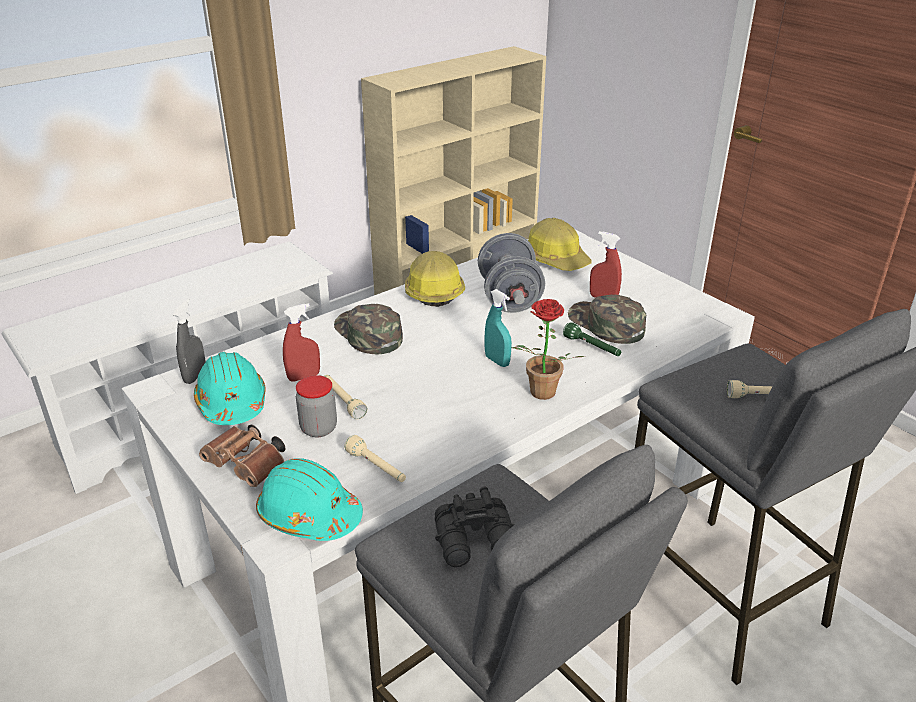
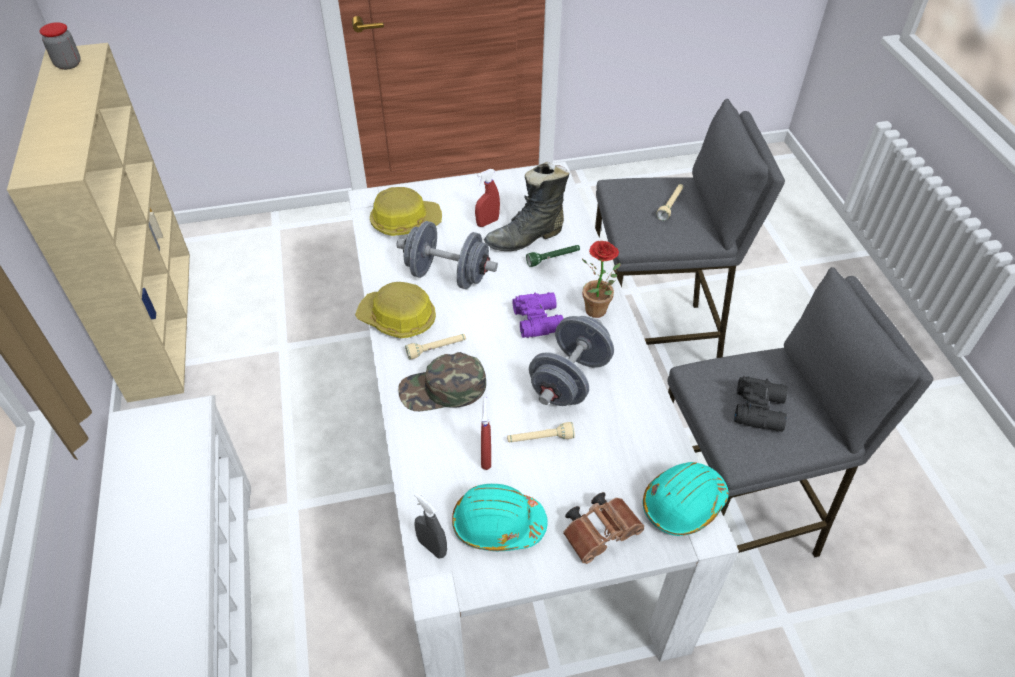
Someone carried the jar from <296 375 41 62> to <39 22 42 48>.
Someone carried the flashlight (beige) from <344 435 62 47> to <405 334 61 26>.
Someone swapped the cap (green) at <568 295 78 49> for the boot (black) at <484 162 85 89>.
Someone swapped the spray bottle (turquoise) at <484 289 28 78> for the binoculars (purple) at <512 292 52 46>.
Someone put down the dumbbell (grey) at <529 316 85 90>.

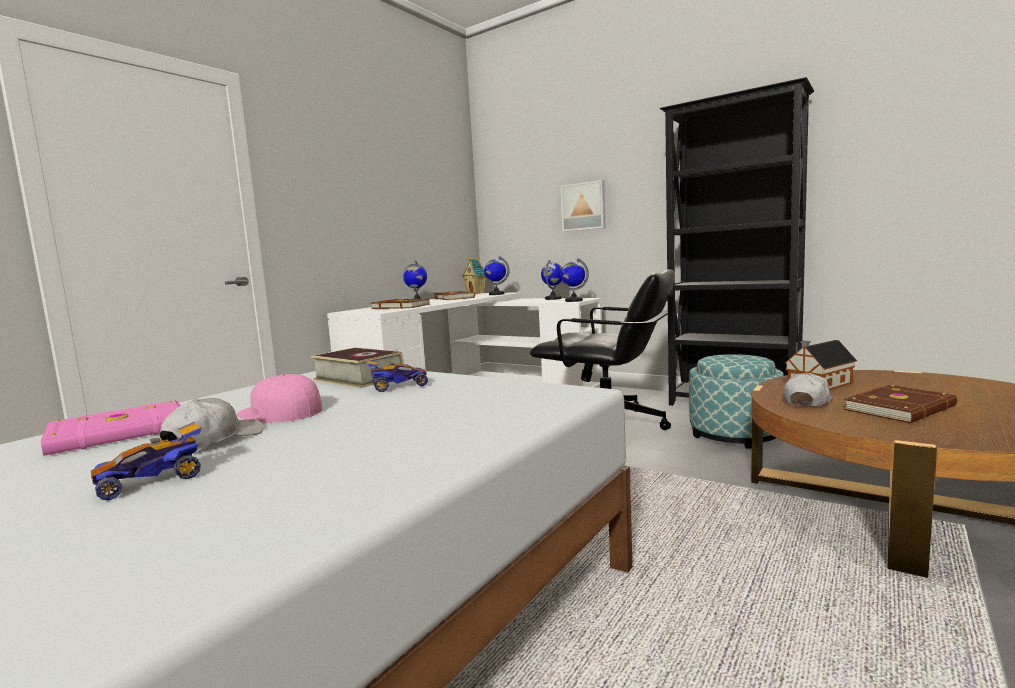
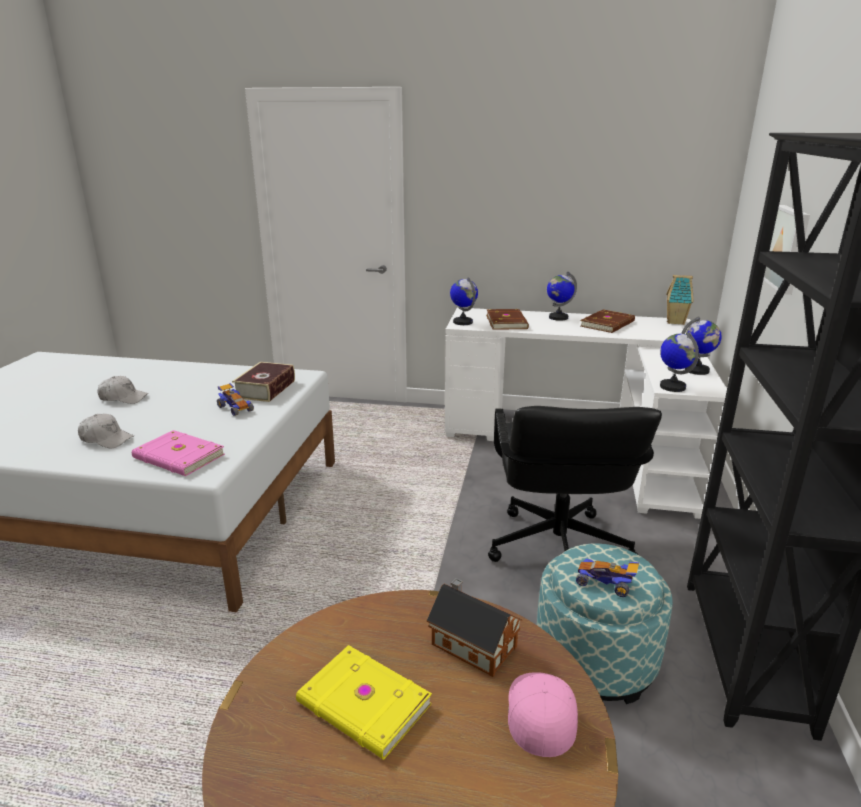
Someone carried the cap (white) from <783 373 50 33> to <78 414 56 35>.
Someone carried the book (pink) from <41 401 140 55> to <132 430 93 46>.
Someone repainted the book (brown) at <843 385 114 38>, which became the book (yellow) at <296 645 136 115>.
Someone carried the globe from <484 256 25 39> to <450 277 28 48>.
Someone carried the cap (pink) from <237 374 85 49> to <508 672 70 85>.
Someone carried the toy car from <91 422 110 78> to <576 559 63 38>.

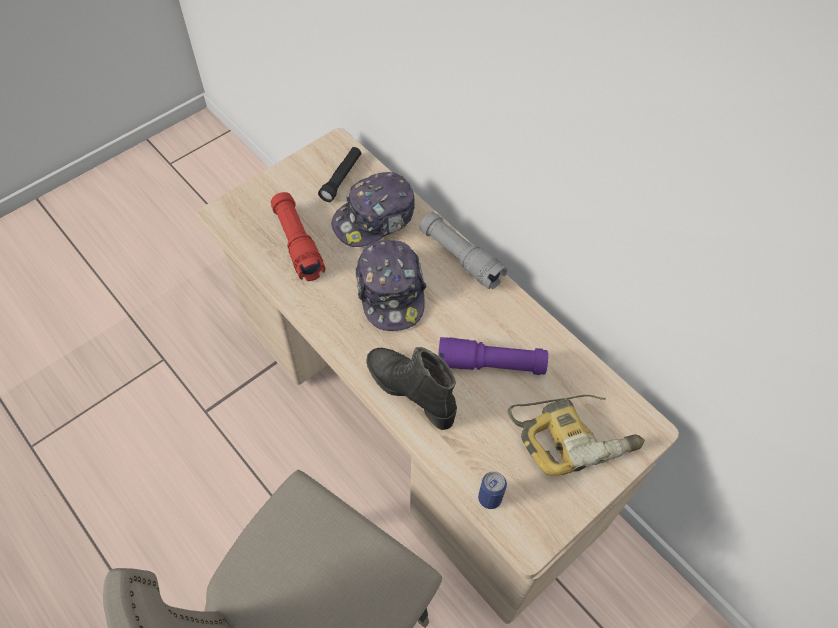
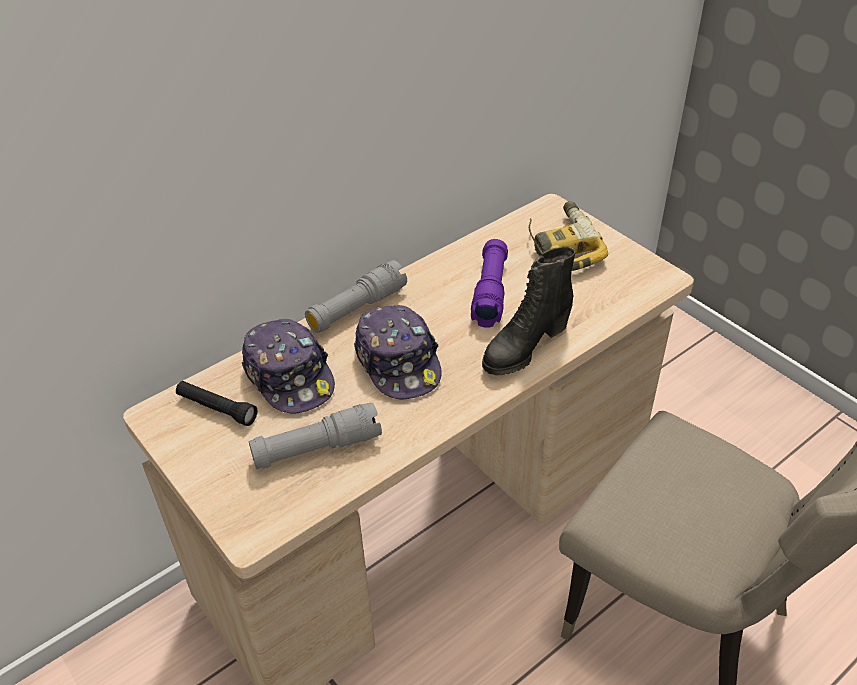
Someone repainted the flashlight (red) at <271 192 54 89>, which became the flashlight (grey) at <249 403 133 66>.
Someone rotated the cap at <356 240 71 91> by 75 degrees clockwise.
Someone took away the can at <478 472 29 37>.

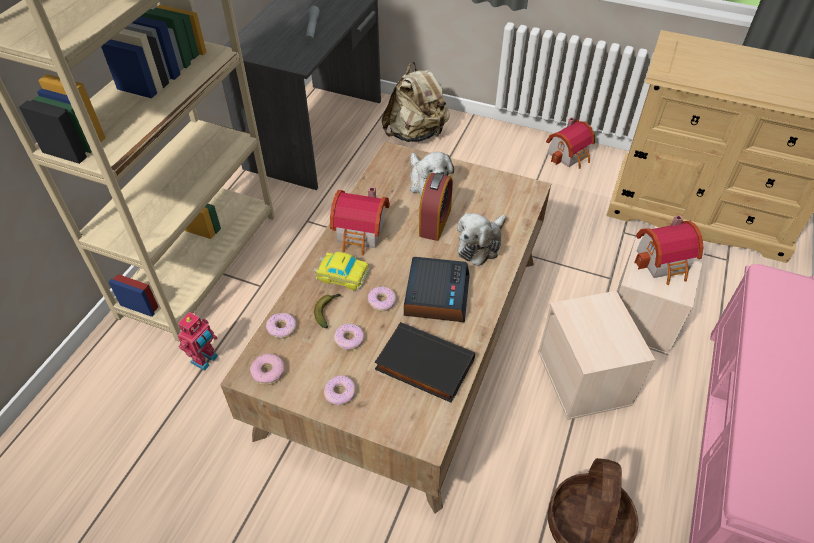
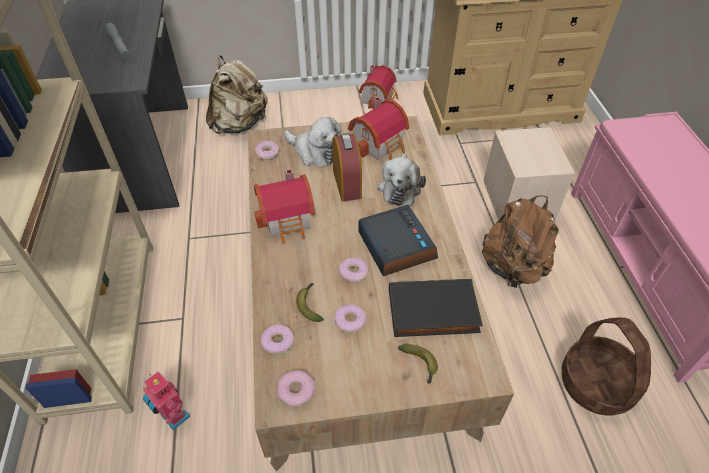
Someone rotated the toy robot at <178 312 40 59> by 135 degrees clockwise.
Someone carried the donut from <324 375 32 30> to <255 141 24 19>.
Someone carried the toy house from <634 215 70 70> to <348 96 61 64>.
Someone put down the banana at <398 344 40 40>.
Someone swapped the storage box (beige) at <538 291 117 129> for the backpack (brown) at <482 195 77 93>.
Someone took away the toy car at <314 252 55 38>.

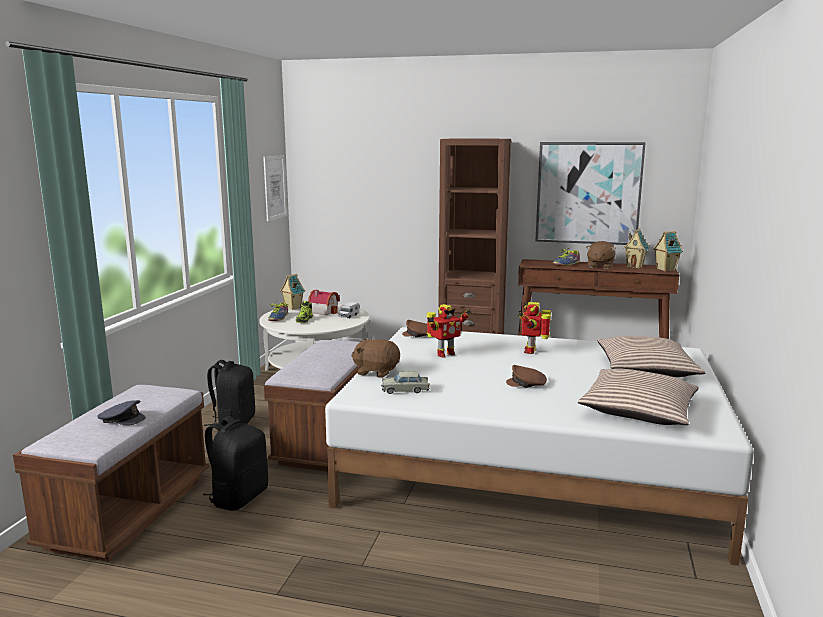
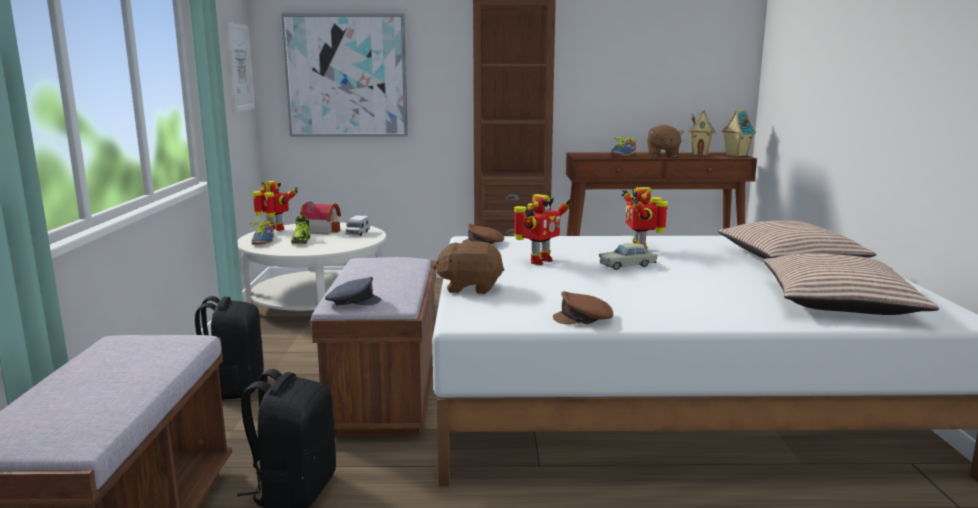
Someone swapped the toy house at <280 274 25 36> for the toy robot at <252 181 46 50>.
Someone carried the picture from <535 142 111 103> to <281 13 127 124>.
Someone carried the cap (grey) from <97 400 49 25> to <325 277 56 29>.
Someone carried the cap (brown) from <506 365 41 23> to <553 291 60 33>.
Someone carried the toy car (beige) from <382 371 48 23> to <599 243 58 27>.

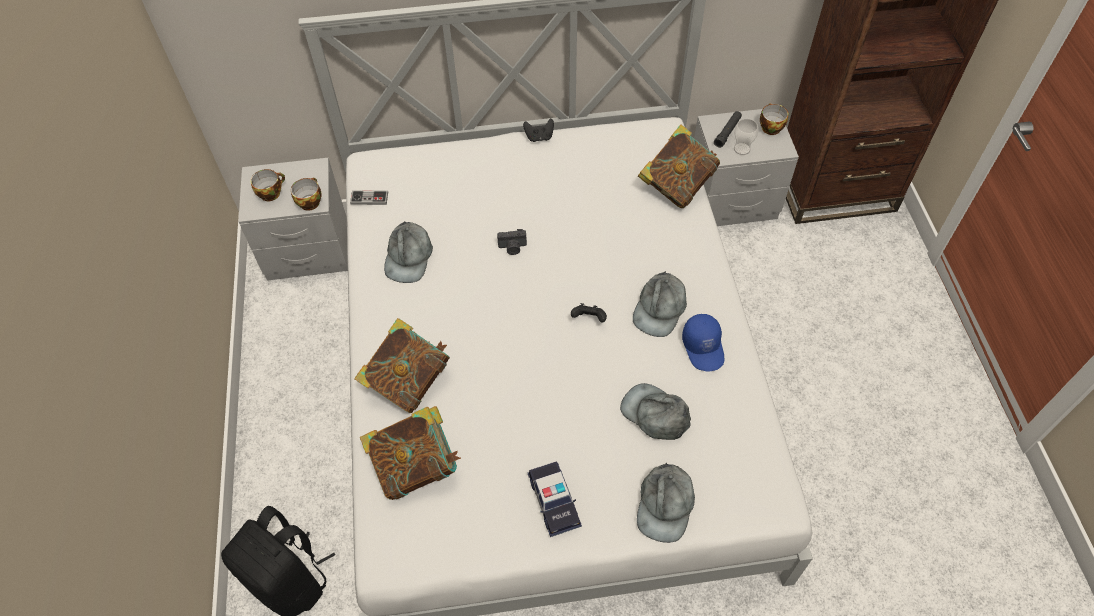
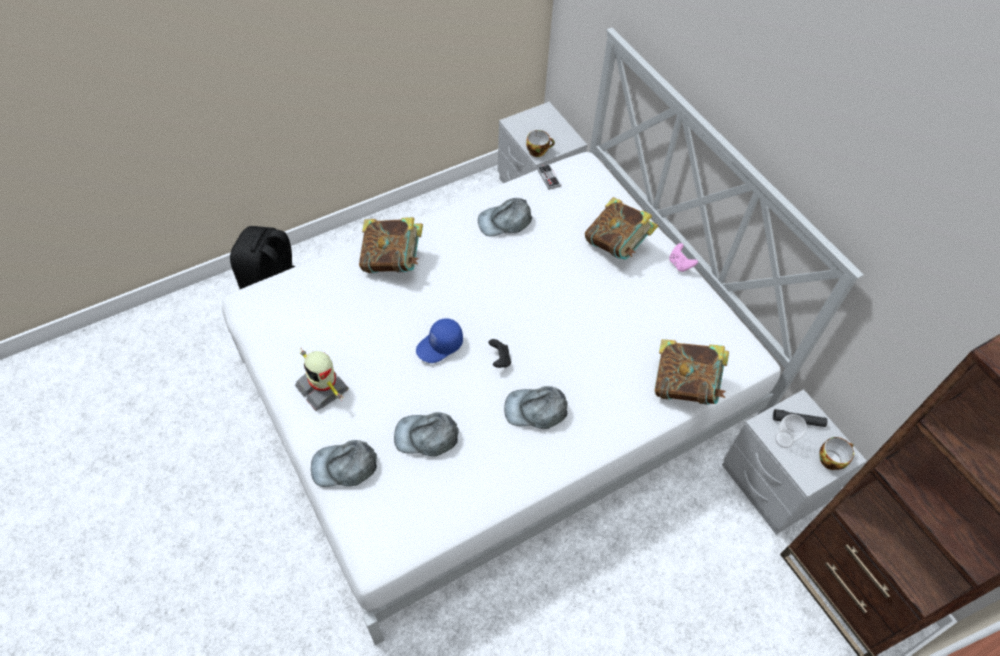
Someone swapped the toy car at <528 461 54 76> for the toy robot at <295 350 54 61>.
Someone rotated the cap (grey) at <620 383 71 57> by 105 degrees counterclockwise.
Someone carried the cap (blue) from <682 314 42 57> to <416 318 47 45>.
Someone carried the book from <360 406 101 94> to <585 197 73 63>.
Someone repainted the game controller (black) at <523 118 31 24>, which became the game controller (pink) at <669 243 29 29>.
Someone took away the cup at <250 169 35 32>.
Someone took away the photo camera at <497 229 30 26>.

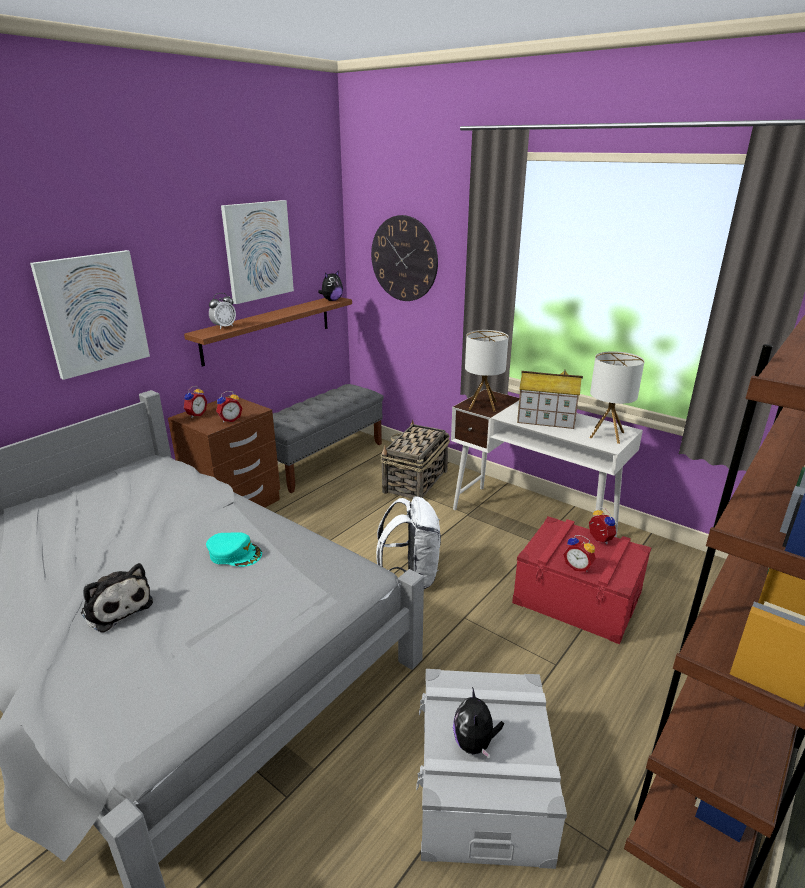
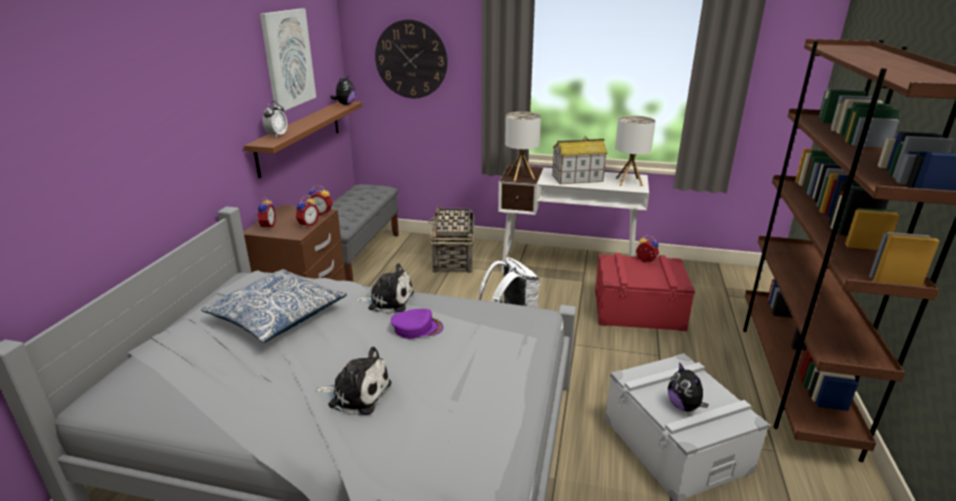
Someone put down the pillow at <201 269 146 74>.
Someone carried the alarm clock from <563 535 33 37> to <308 185 25 30>.
Someone put down the plush toy at <357 263 57 51>.
Someone repainted the cap (turquoise) at <206 532 56 35>, which became the cap (purple) at <391 309 53 30>.
Someone took away the picture at <30 250 120 130>.

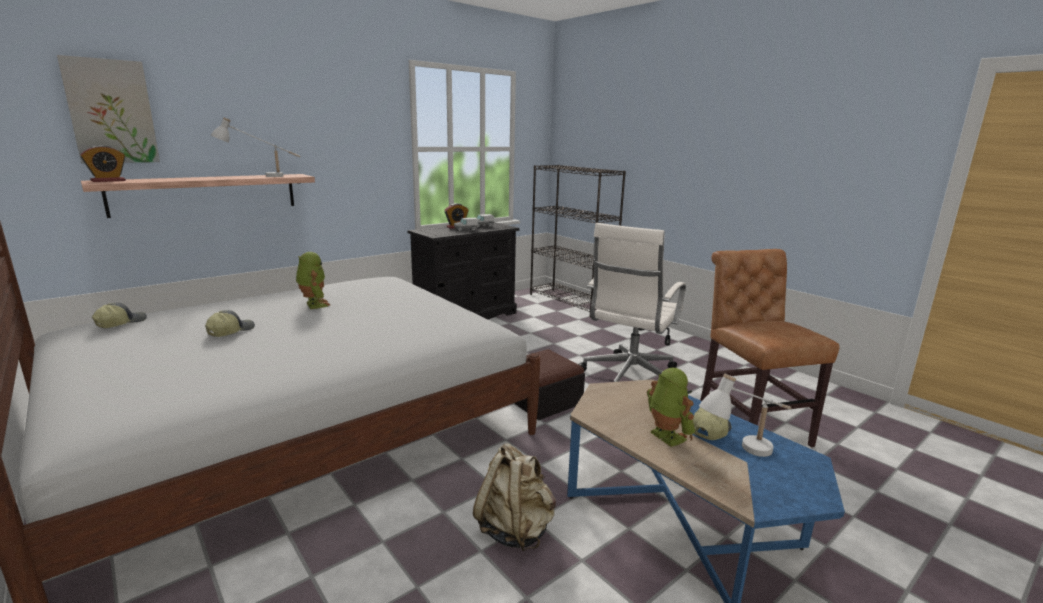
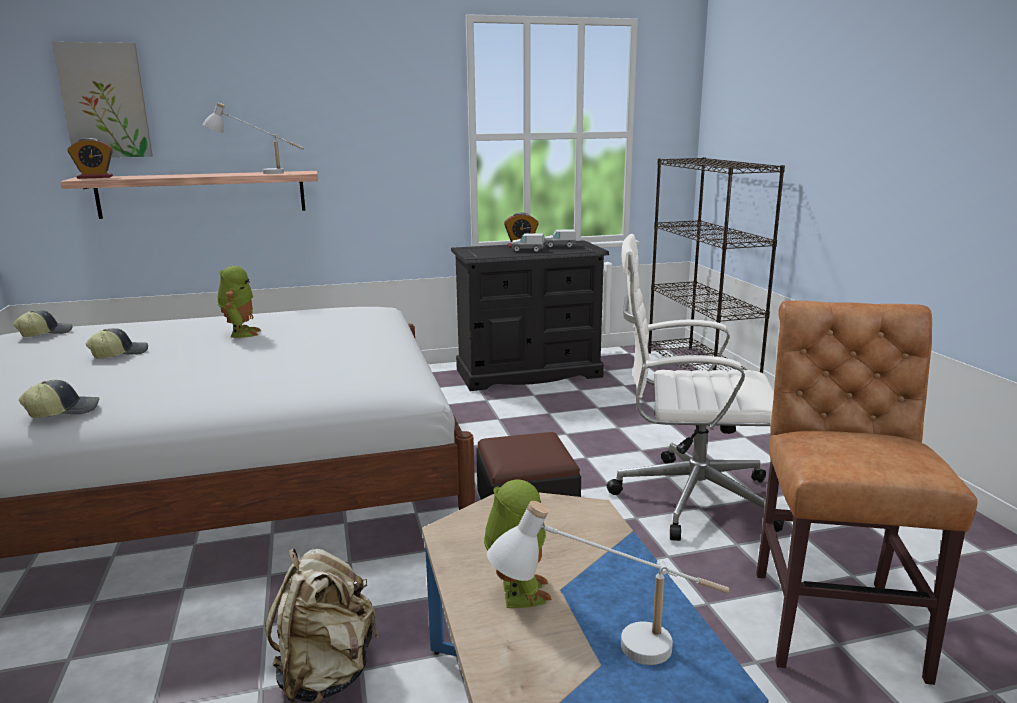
Someone carried the cap from <693 407 38 33> to <19 380 80 38>.
Someone rotated the office chair (white) at <578 223 108 159> by 45 degrees clockwise.

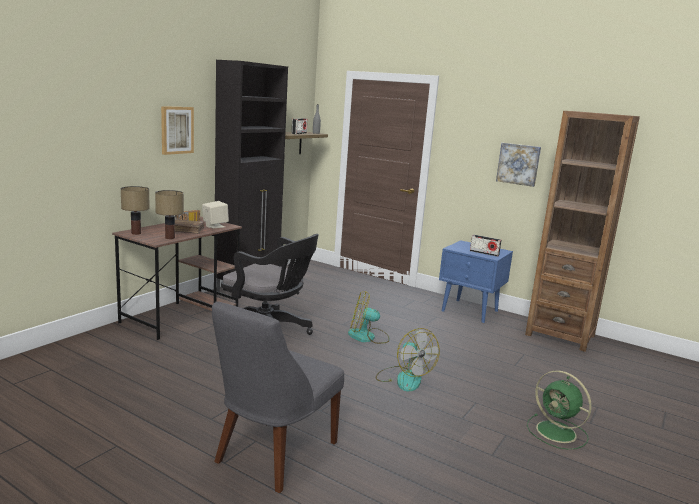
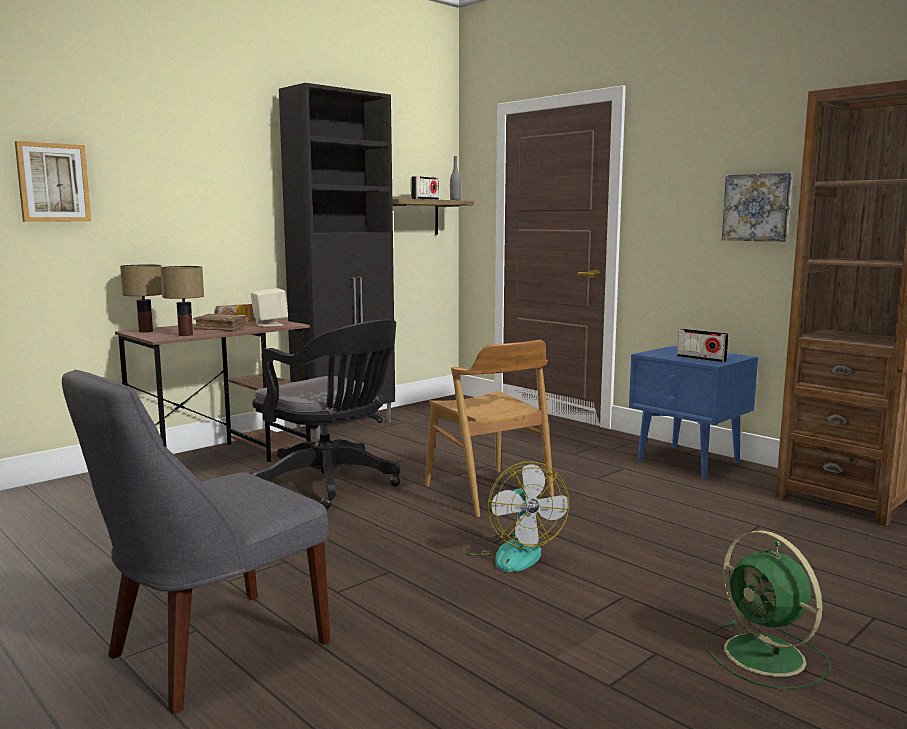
Someone carried the picture from <161 106 33 49> to <15 141 76 81>.
Someone swapped the fan at <348 291 42 53> for the chair (brown) at <425 340 129 177>.

